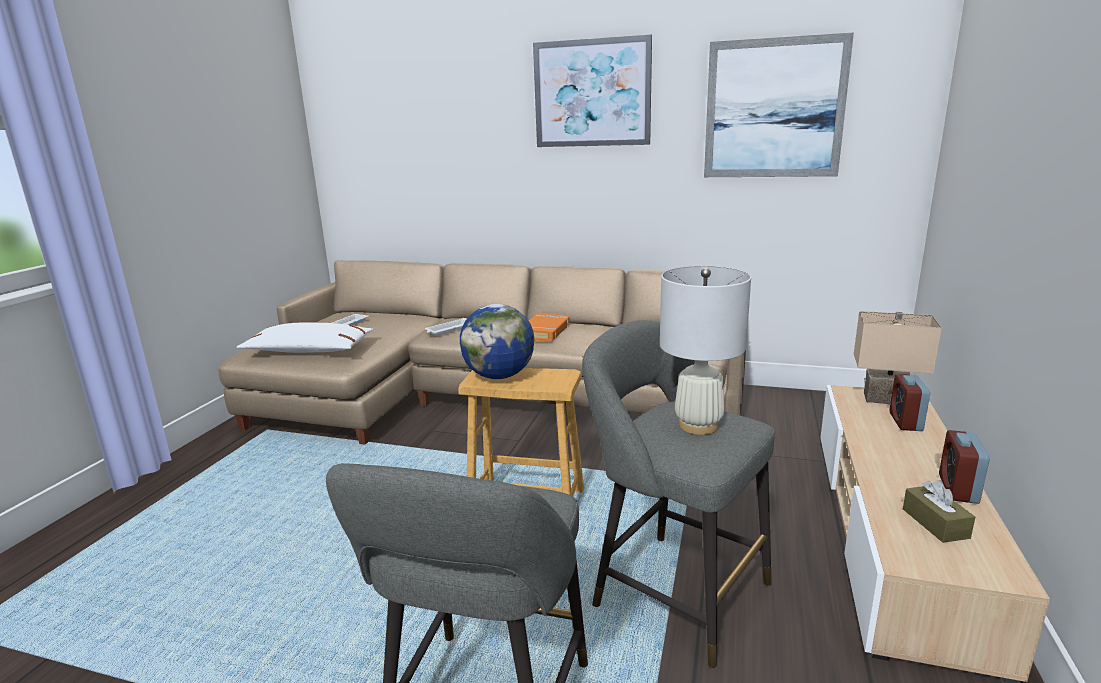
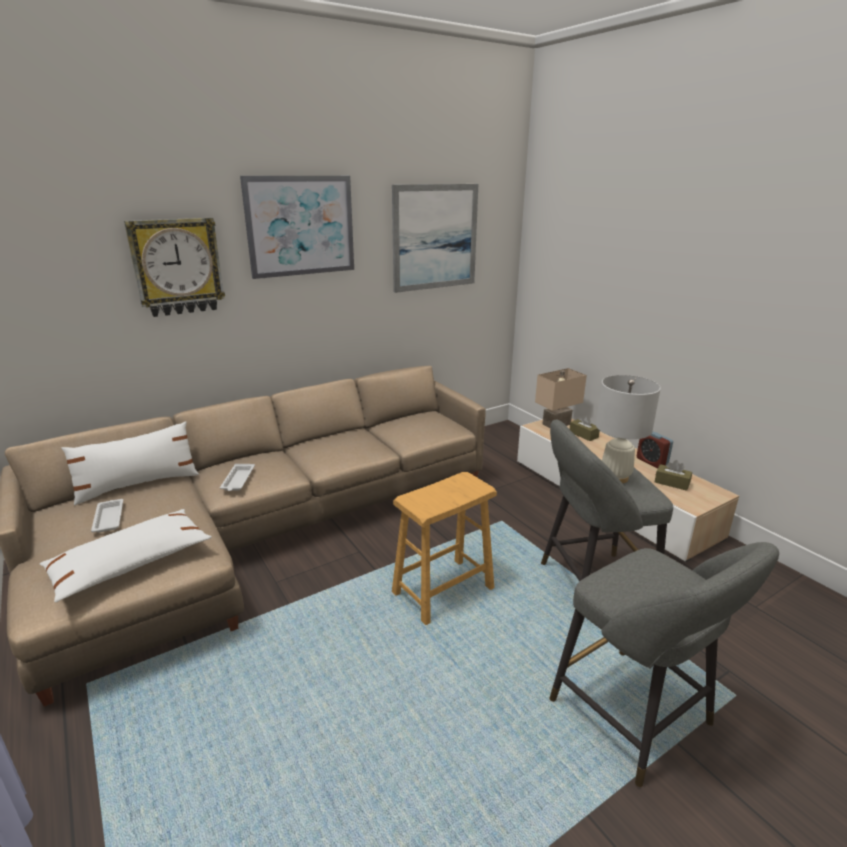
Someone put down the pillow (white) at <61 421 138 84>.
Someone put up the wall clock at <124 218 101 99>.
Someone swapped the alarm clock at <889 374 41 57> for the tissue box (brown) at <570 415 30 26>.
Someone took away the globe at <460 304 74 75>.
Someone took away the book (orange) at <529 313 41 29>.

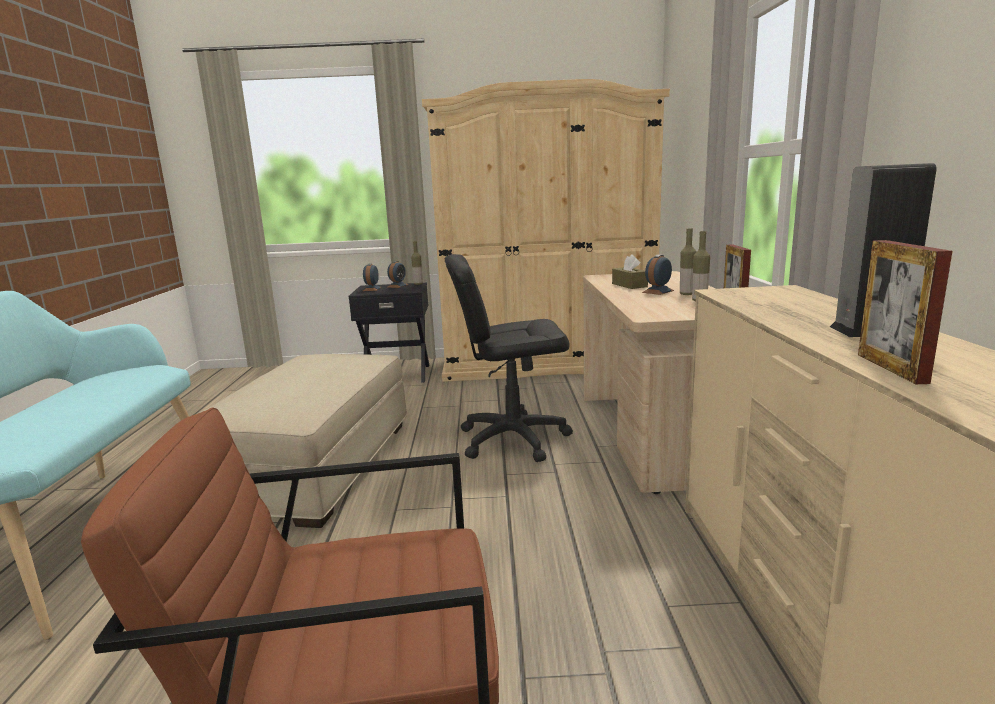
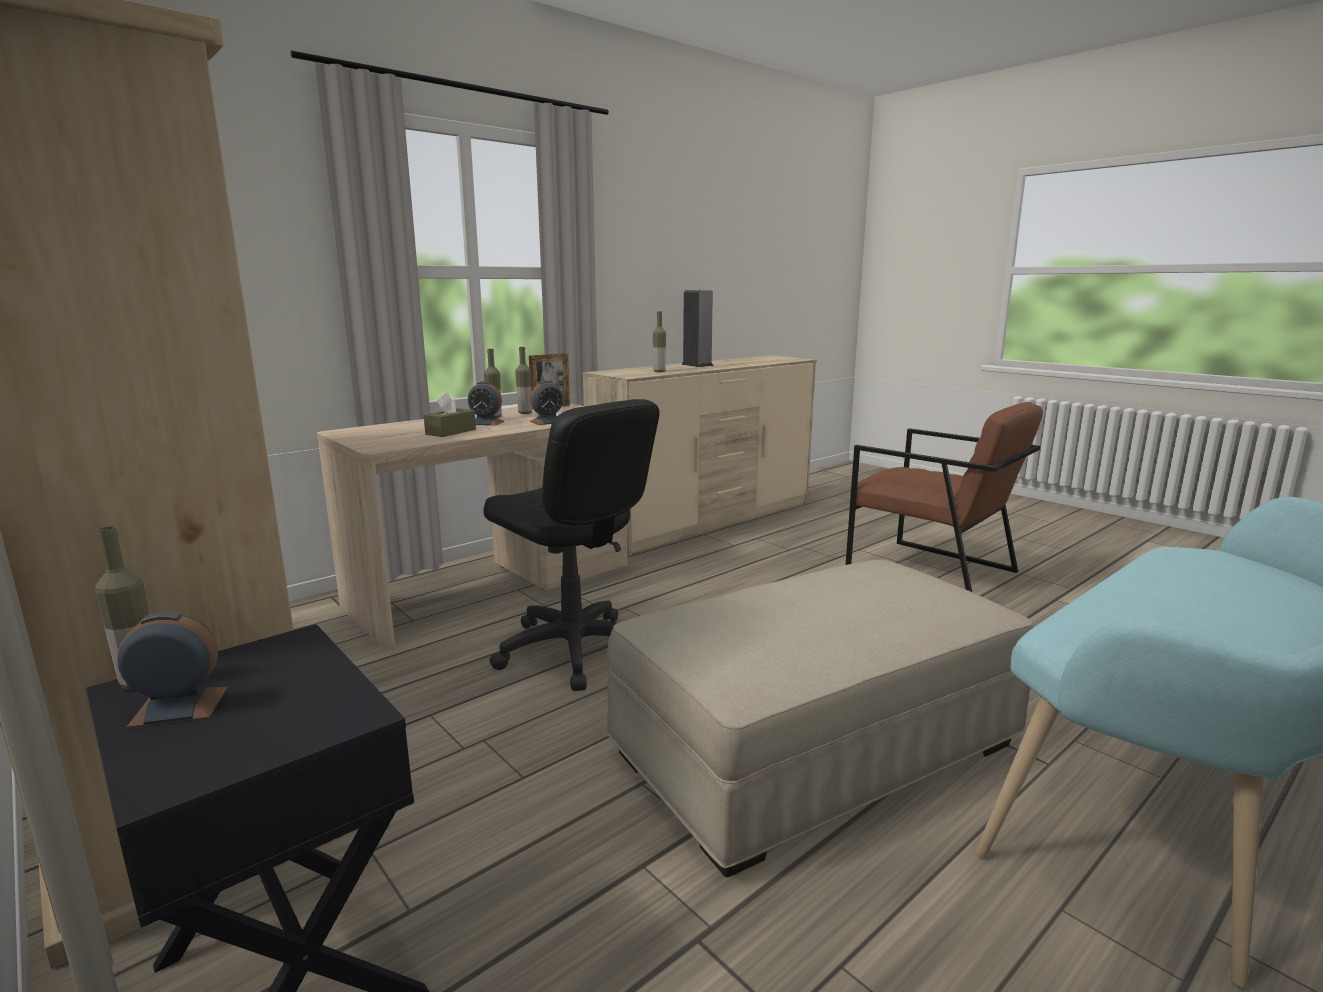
Someone carried the alarm clock from <363 263 19 28> to <530 381 33 44>.
Someone put down the bottle at <653 311 13 61>.
Someone took away the picture frame at <858 240 95 144>.

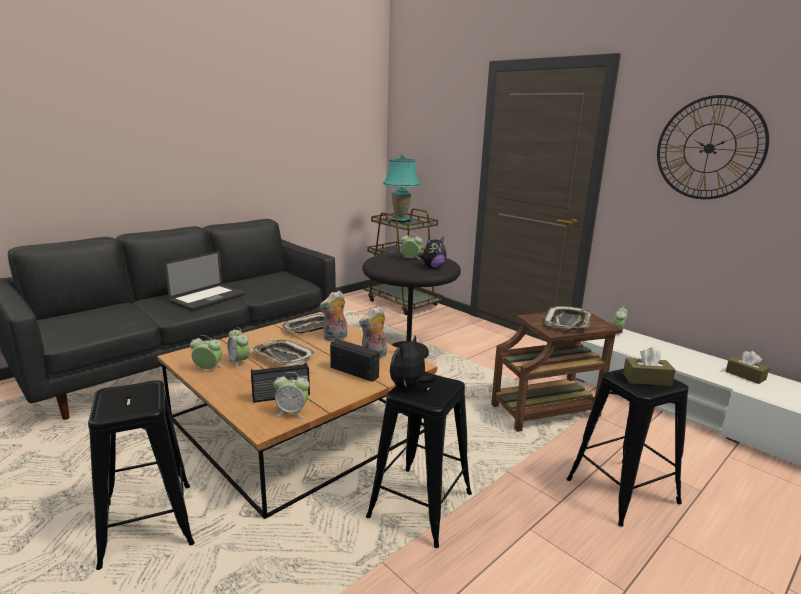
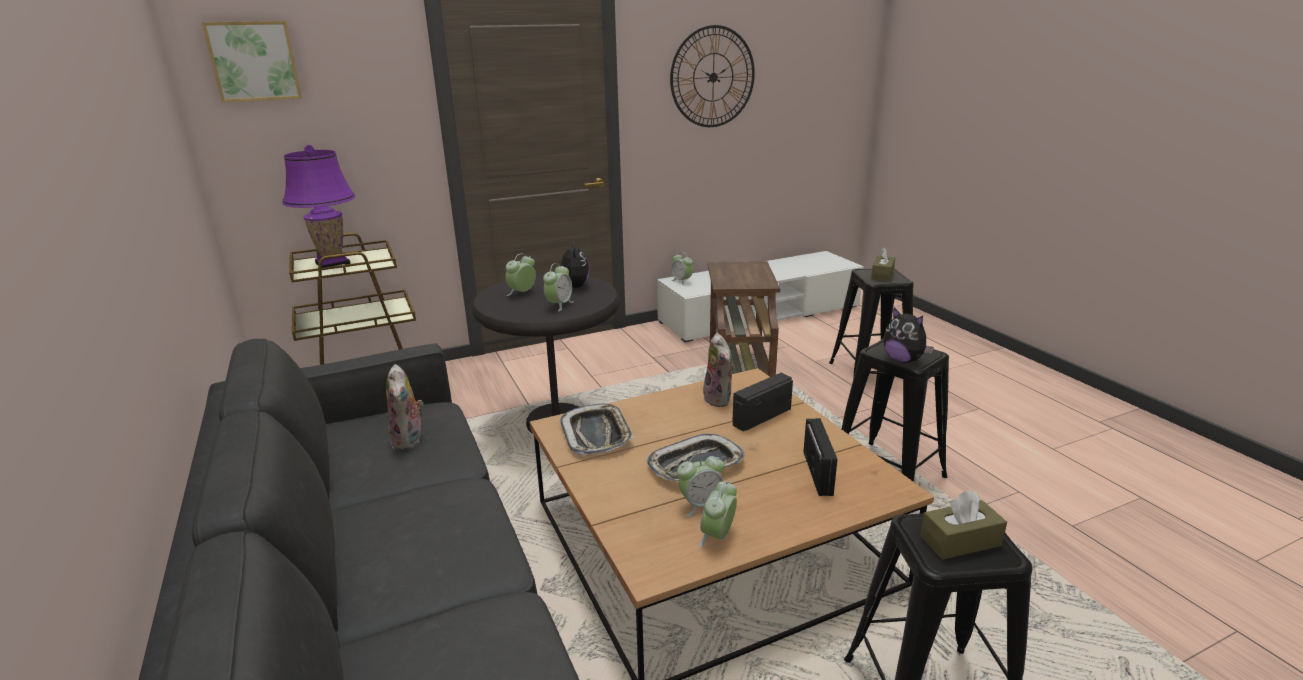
Someone put up the picture at <202 21 100 82>.
Someone repainted the table lamp (turquoise) at <383 154 37 69>, which became the table lamp (purple) at <282 145 74 123>.
Someone carried the plush toy from <320 291 27 50> to <386 364 37 86>.
Someone carried the alarm clock from <273 372 36 46> to <543 263 31 49>.
Someone carried the tissue box (brown) from <726 351 44 33> to <920 490 87 70>.
Someone took away the laptop at <165 251 79 60>.
Someone took away the tray at <544 306 48 24>.

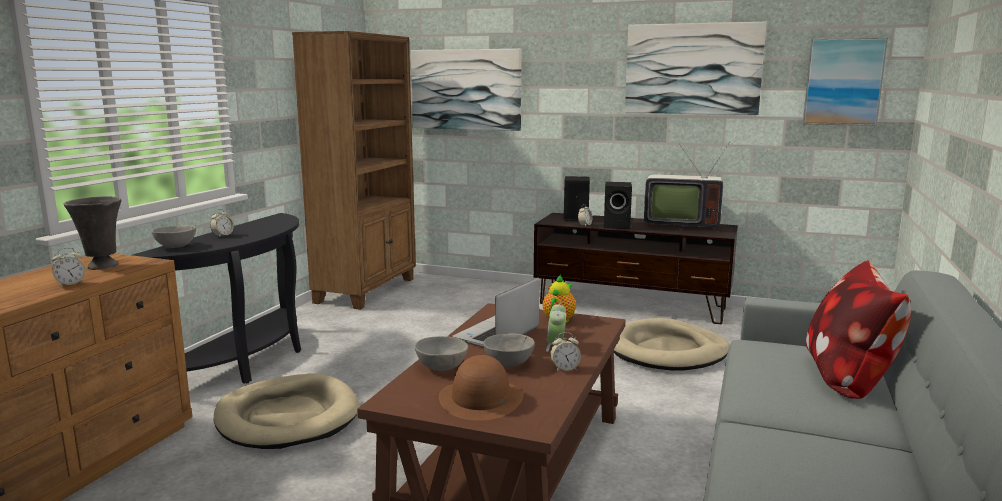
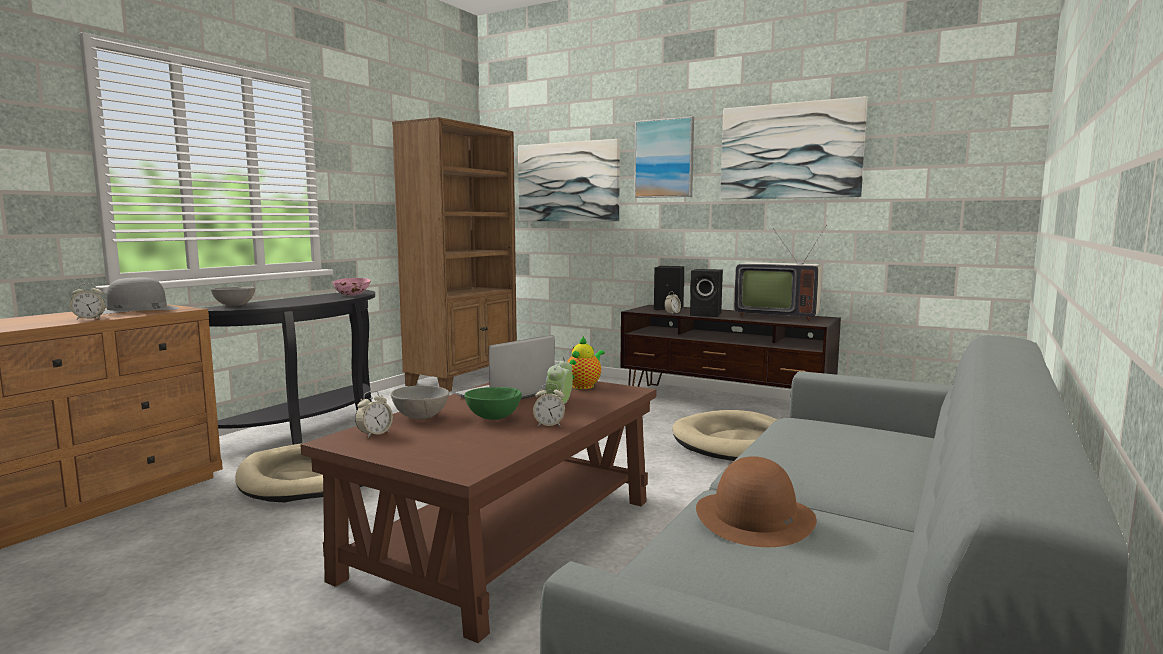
Someone swapped the vase (grey) at <64 196 57 74> for the hat (grey) at <102 278 77 36>.
Someone put down the bowl (pink) at <333 278 38 18>.
Someone carried the alarm clock from <210 209 24 28> to <355 391 38 46>.
Someone repainted the bowl (grey) at <483 333 52 34>, which became the bowl (green) at <464 387 58 33>.
Someone carried the picture from <803 37 85 89> to <634 116 60 82>.
Someone carried the hat (brown) from <439 355 84 66> to <696 456 121 91>.
Someone took away the pillow at <806 260 105 139>.

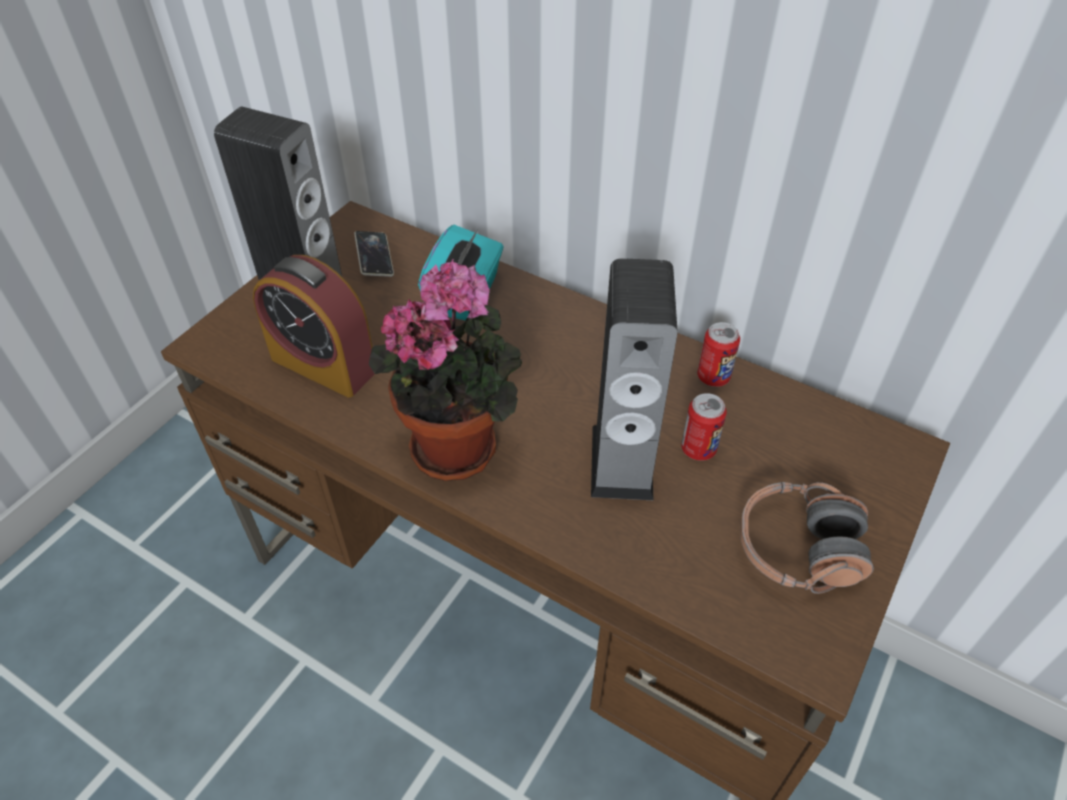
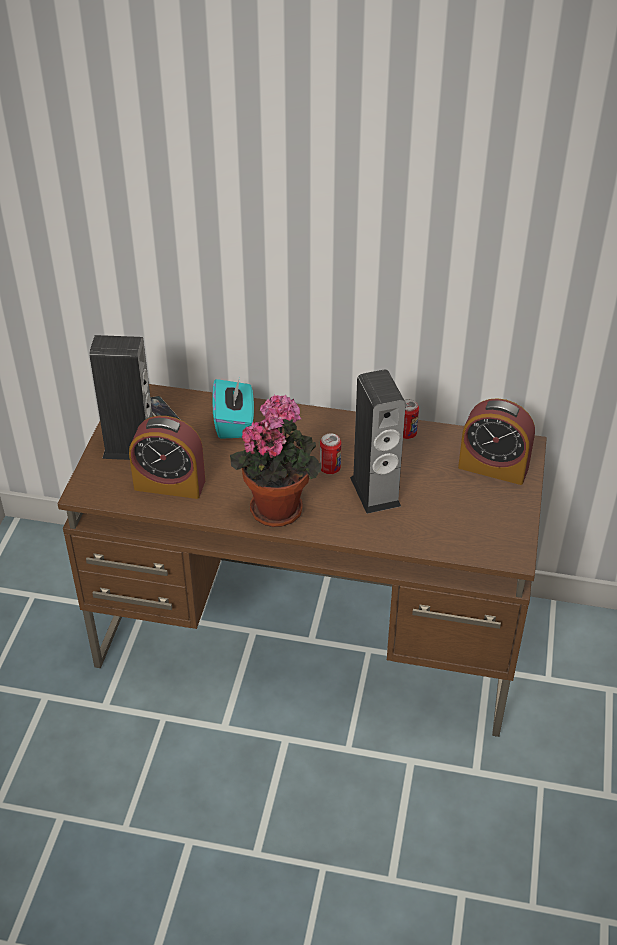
Someone carried the can from <681 393 46 68> to <320 433 21 41>.
Someone put down the alarm clock at <458 398 77 87>.
Someone took away the headphones at <740 482 134 112>.

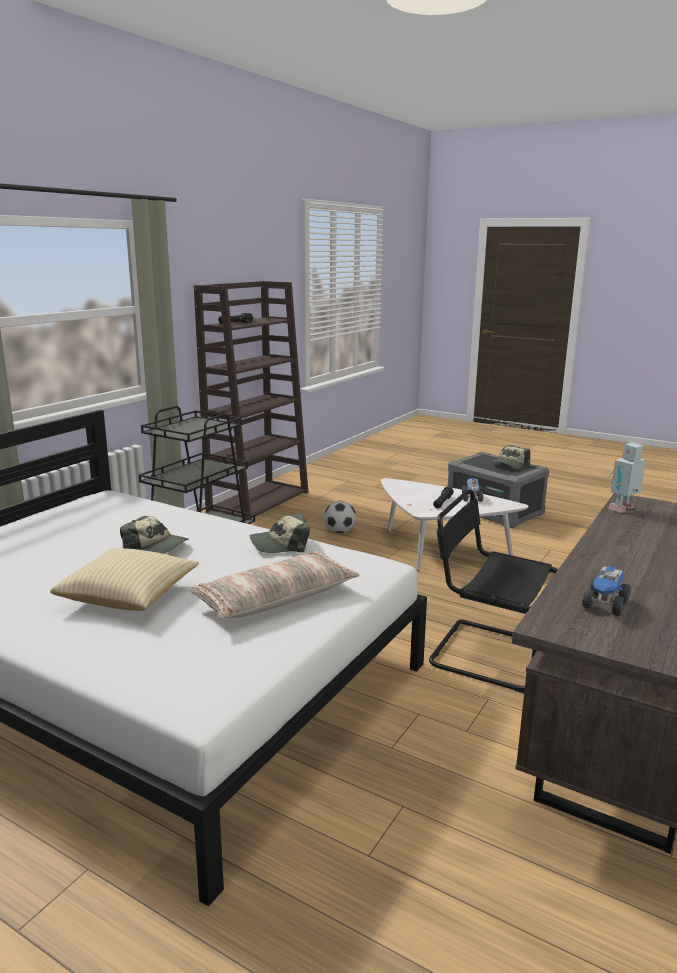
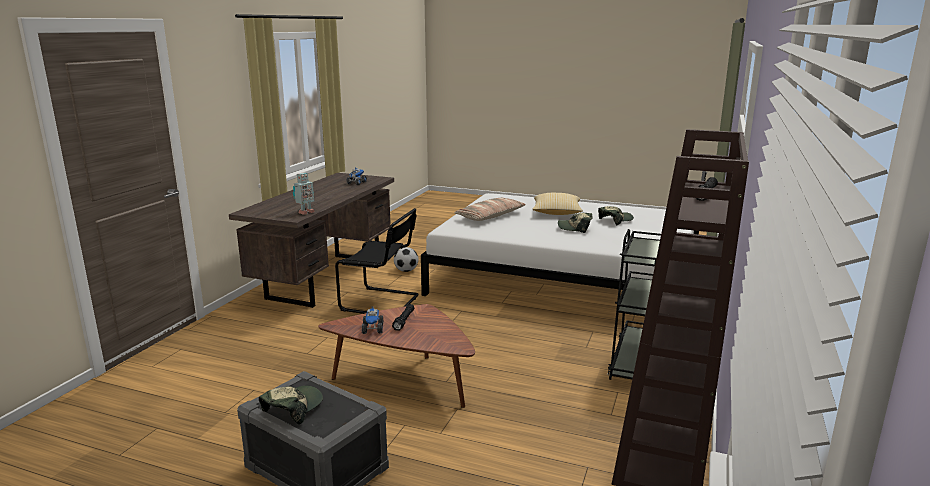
Someone repainted the coffee table (white) at <381 478 148 92>, which became the coffee table (brown) at <318 304 157 104>.
Someone carried the football from <324 501 32 32> to <394 247 24 25>.
Someone carried the cap from <250 514 60 39> to <598 206 36 19>.

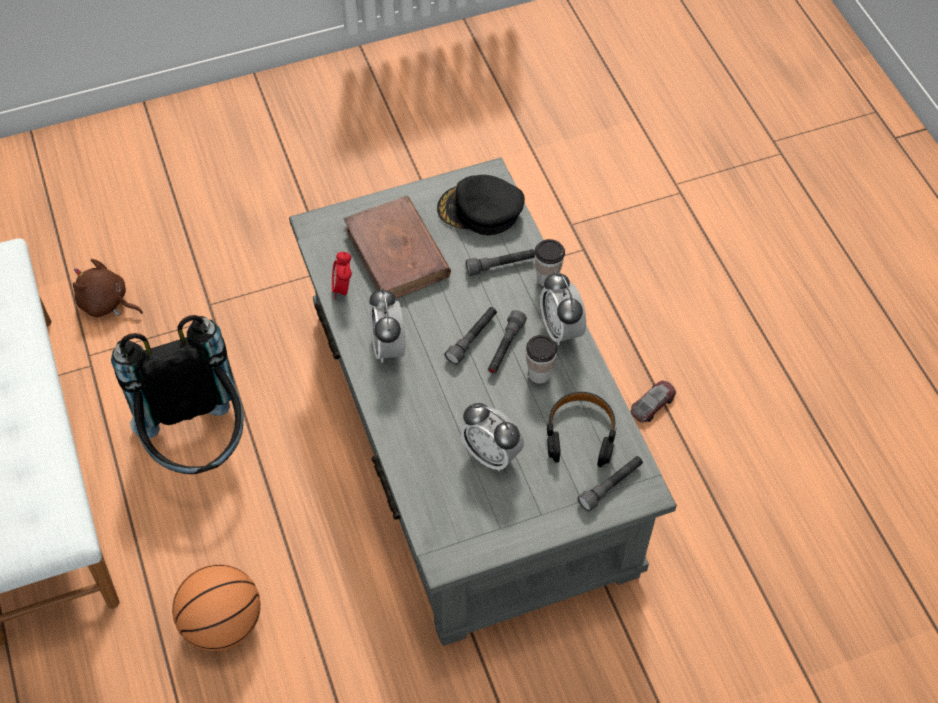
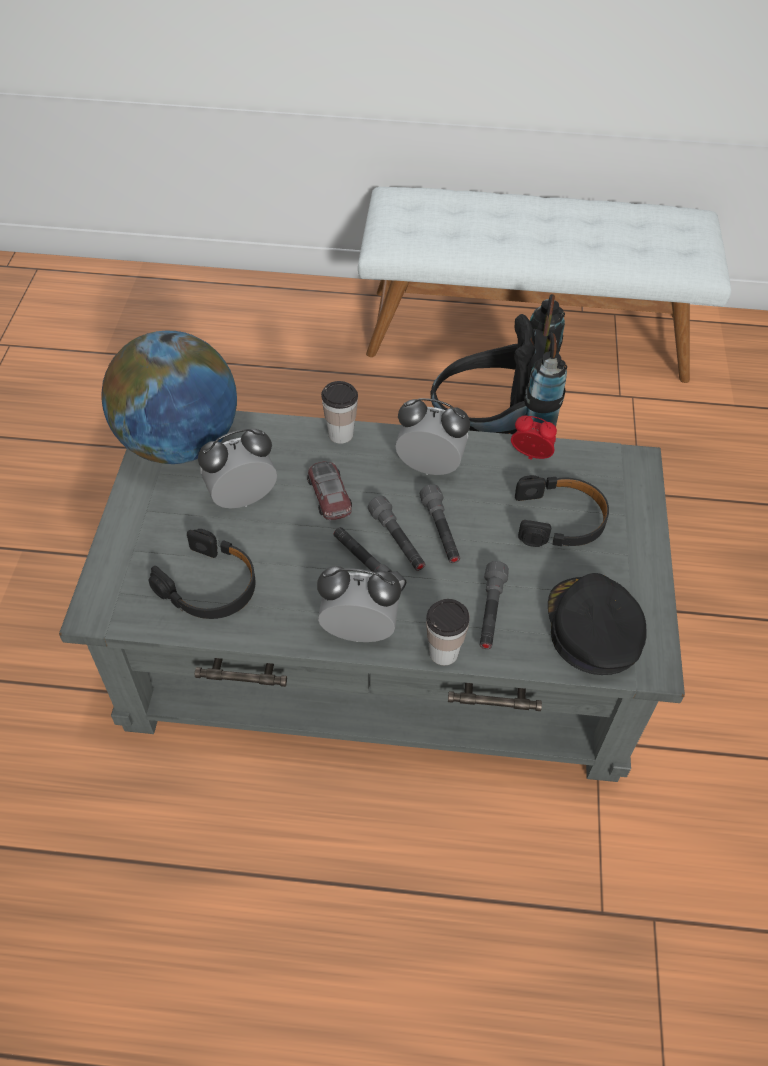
Someone put down the globe at <101 331 136 133>.
Someone carried the toy car from <630 380 46 43> to <307 461 45 60>.
Someone carried the cup from <526 335 31 49> to <321 381 37 63>.
Someone carried the flashlight (grey) from <578 456 65 55> to <420 484 40 79>.
Someone swapped the book (brown) at <343 196 108 103> for the headphones (black) at <515 475 94 72>.
Someone rotated the cap (black) at <437 175 88 60> by 45 degrees counterclockwise.
Someone took away the plush toy (brown) at <73 259 70 58>.
Someone took away the basketball at <172 564 89 87>.

